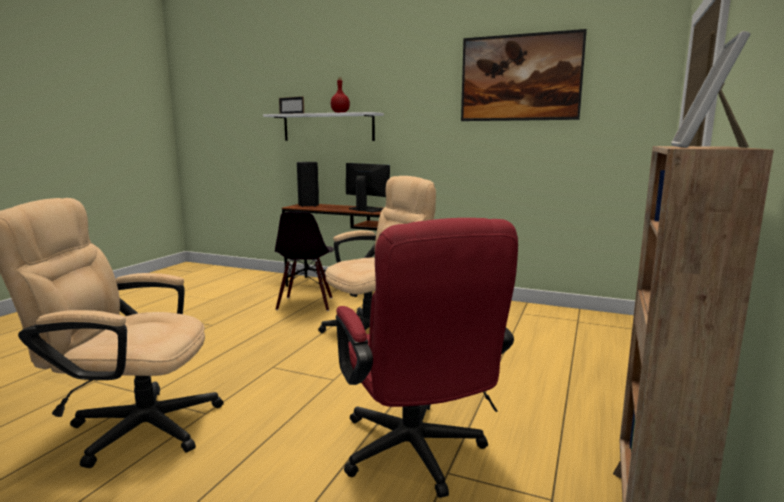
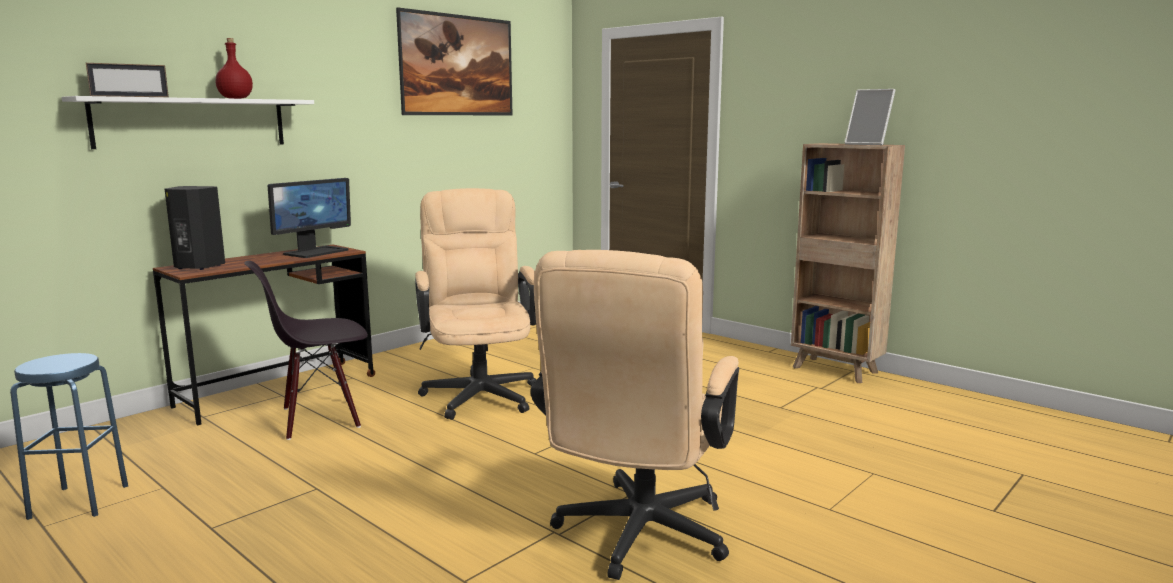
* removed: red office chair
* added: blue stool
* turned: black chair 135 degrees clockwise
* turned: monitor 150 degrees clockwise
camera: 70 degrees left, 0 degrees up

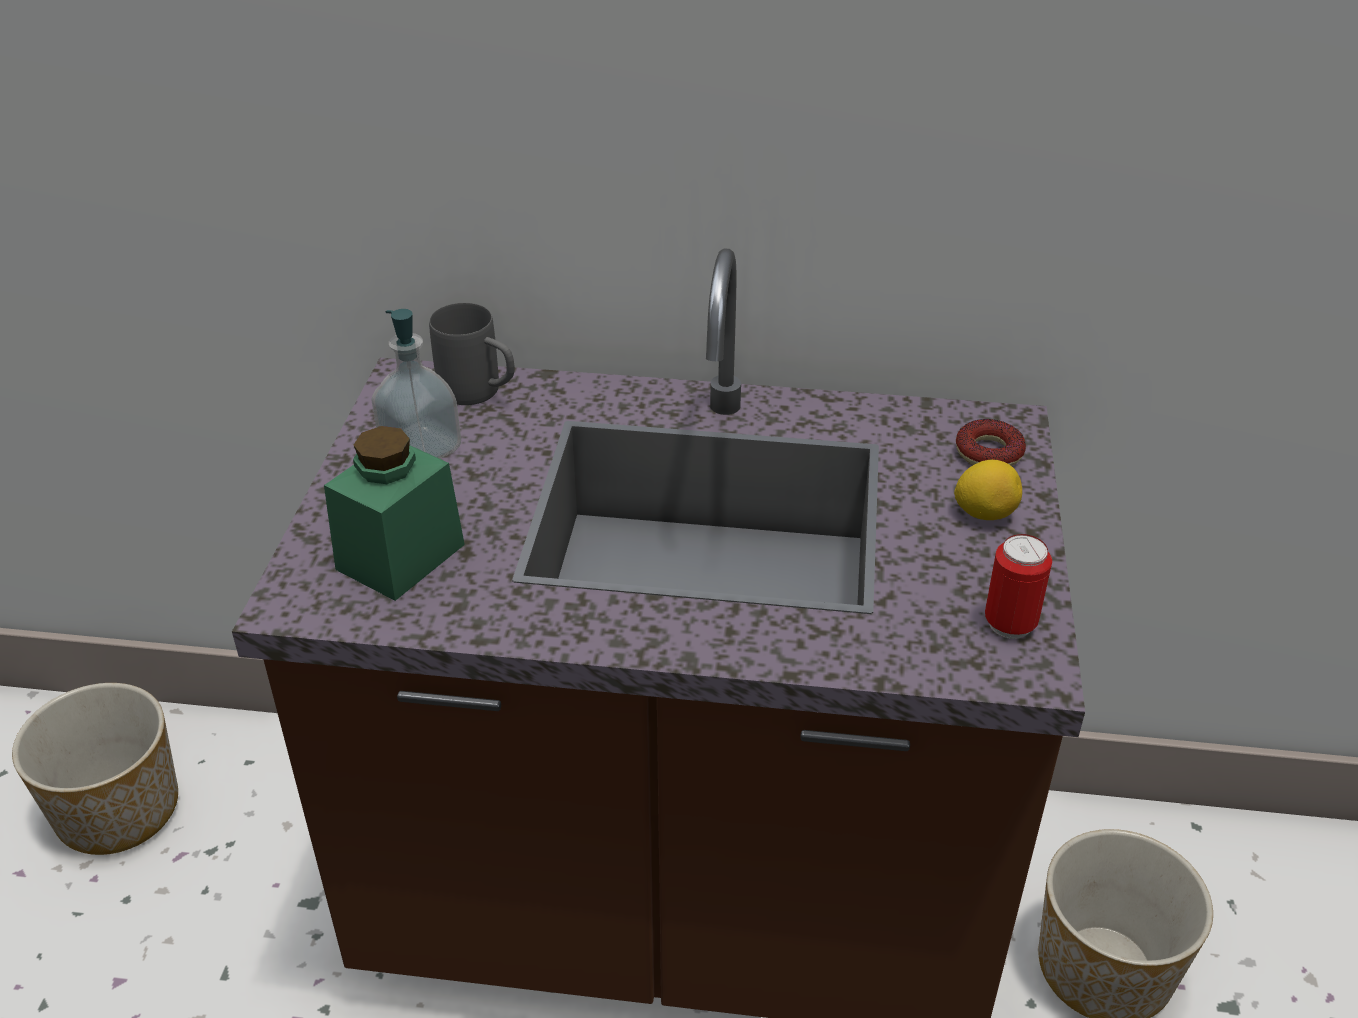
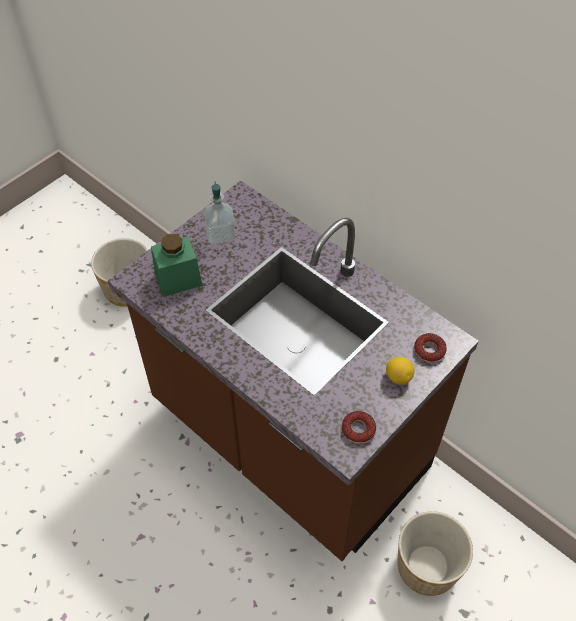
* removed: grey mug
* replaced: can to donut (1st from left)
camera: 35 degrees right, 15 degrees up

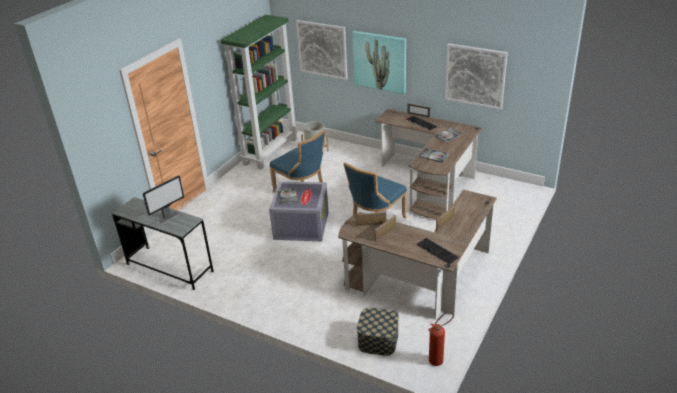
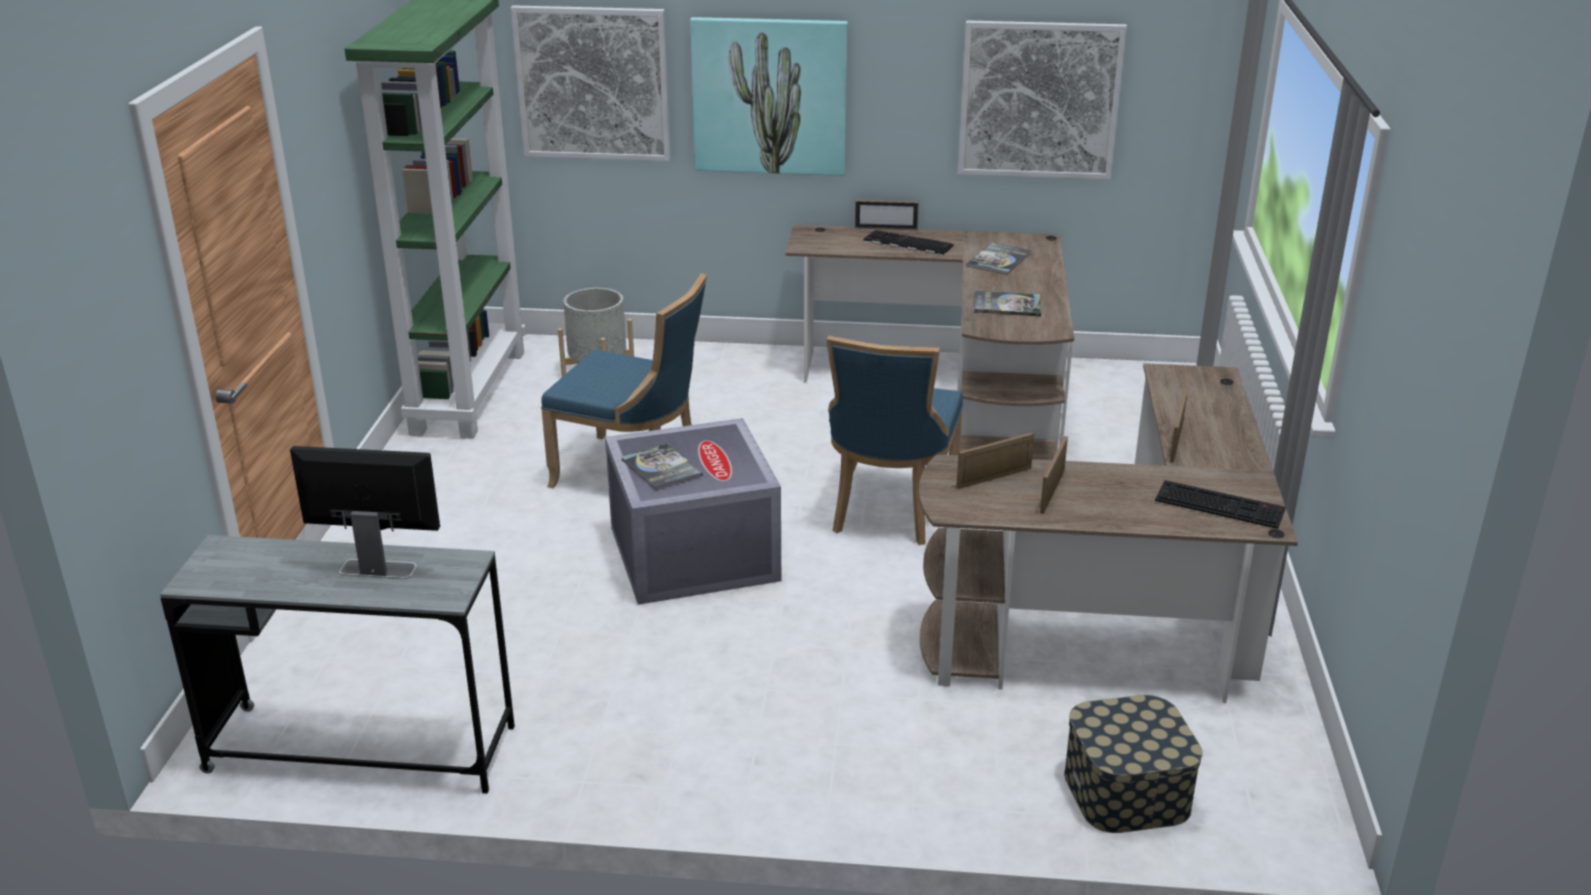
* removed: fire extinguisher
* turned: monitor 105 degrees counterclockwise
camera: 25 degrees left, 5 degrees down

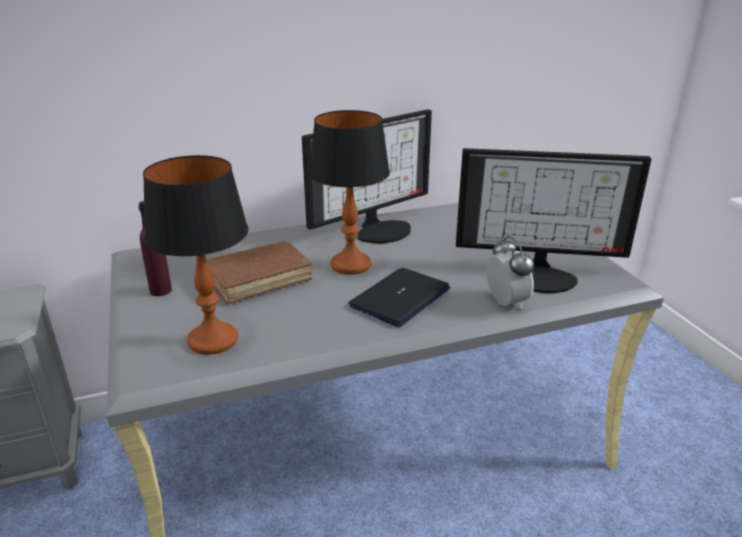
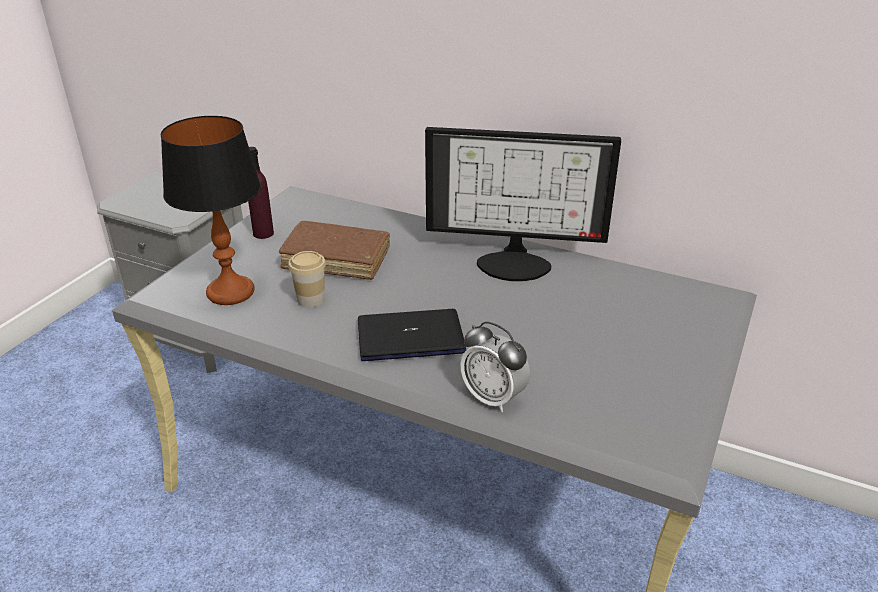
* removed: table lamp (2nd from left)
* removed: monitor (2nd from left)
* added: cup
* turned: alarm clock 105 degrees clockwise
camera: 45 degrees right, 5 degrees up

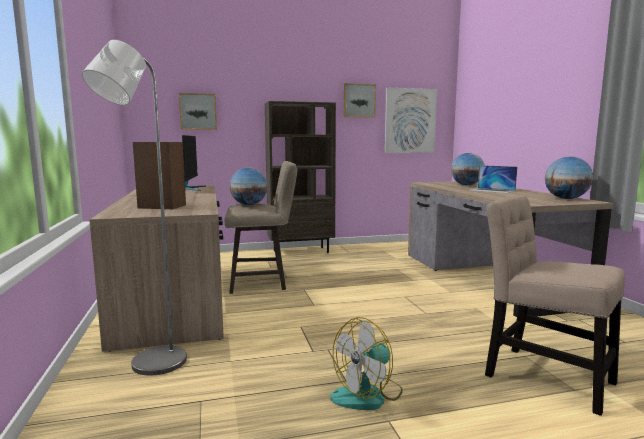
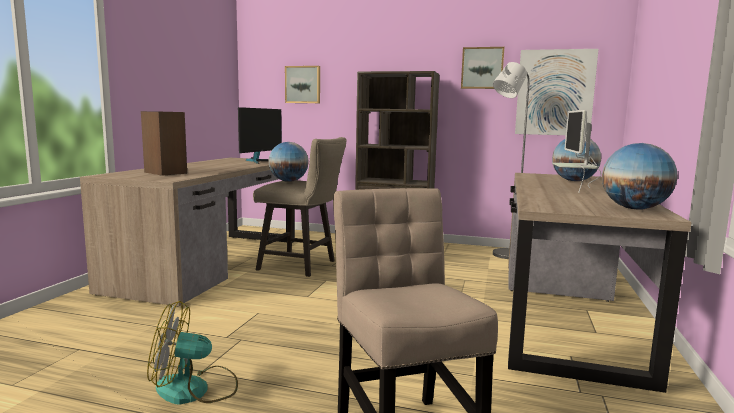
* moved: grey floor lamp
* replaced: laptop to monitor (2nd from left)
camera: 30 degrees right, 0 degrees up

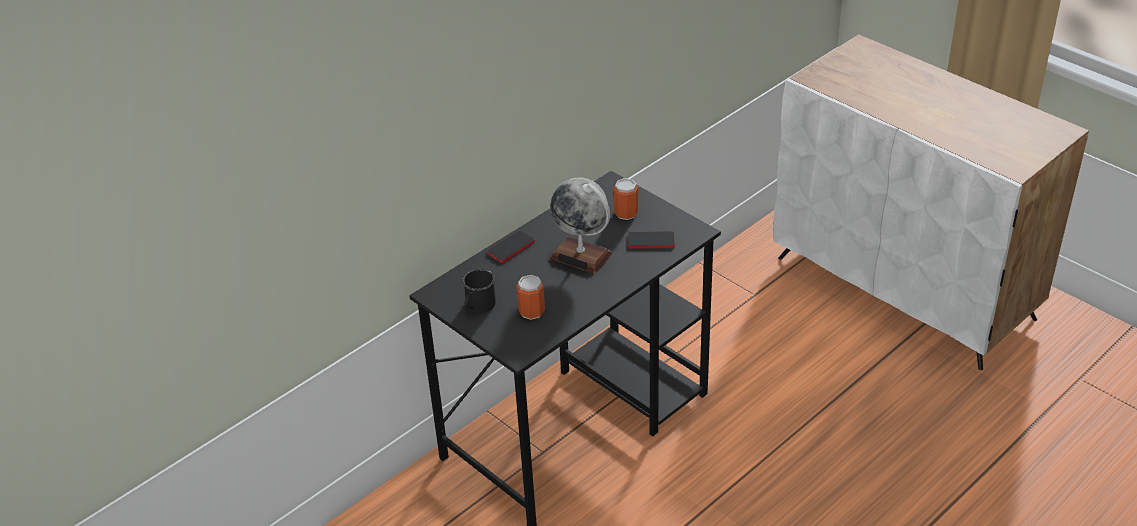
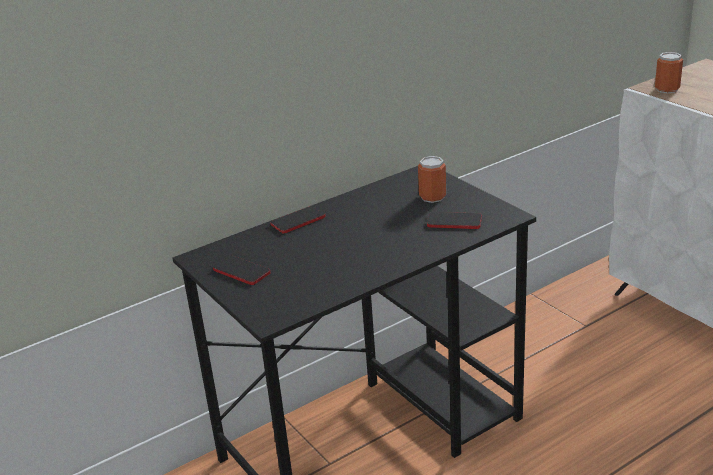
* removed: globe
* moved: can (1st from left in the first image) to can (2nd from left)
* replaced: black mug to phone (1st from left)
camera: 10 degrees right, 10 degrees down

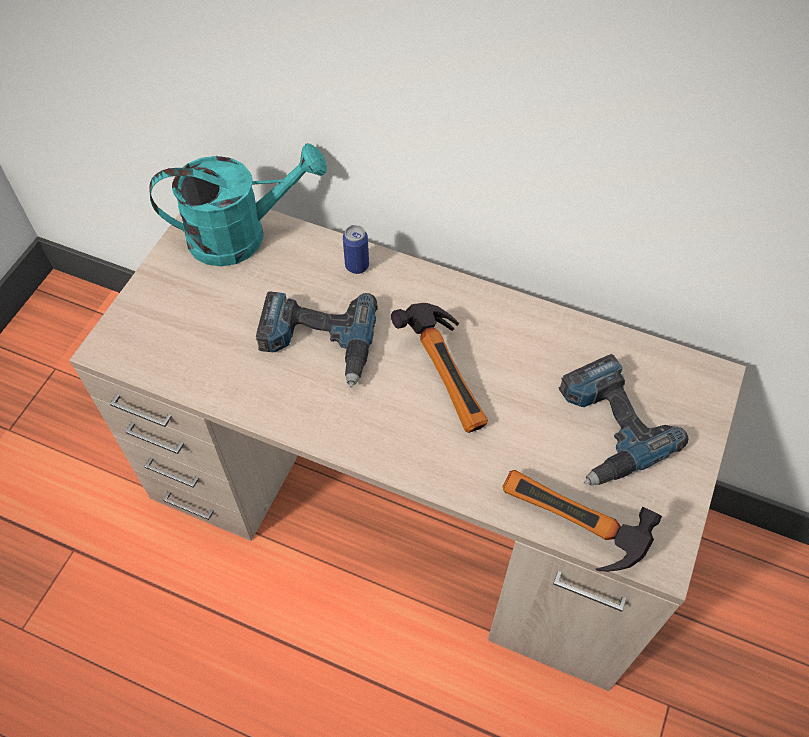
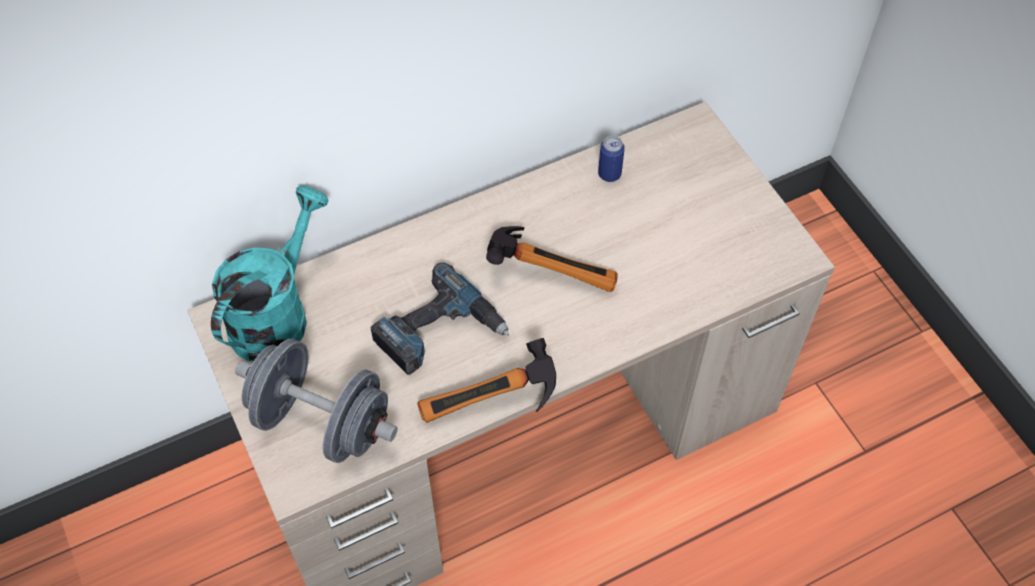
* removed: power drill (2nd from left)
* added: grey dumbbell
* moved: can
* moved: hammer (2nd from left in the first image) to hammer (1st from left)
camera: 50 degrees left, 0 degrees up

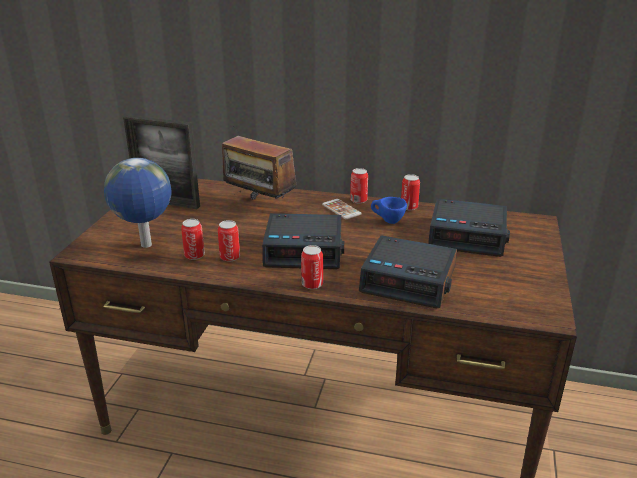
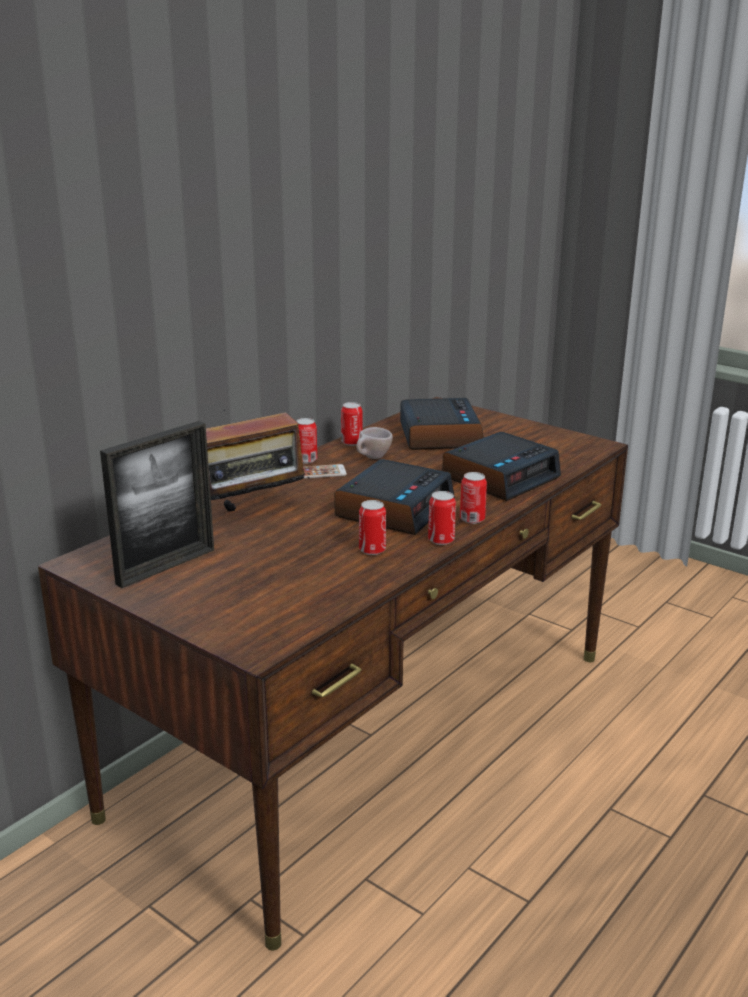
* removed: globe
* moved: can (1st from left in the first image) to can (4th from left)
* recoloured: blue cup to beige cup
* turned: alarm clock (3rd from left in the first image) 45 degrees counterclockwise
camera: 65 degrees left, 5 degrees down

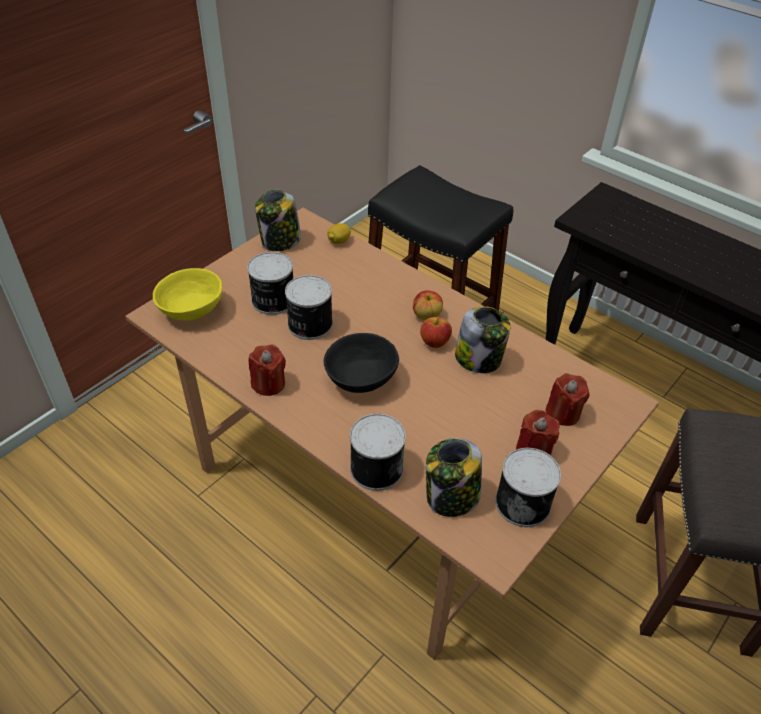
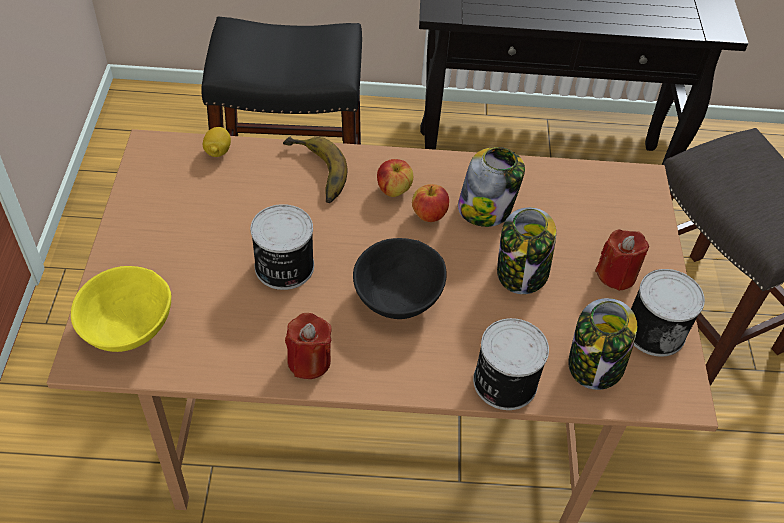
* removed: can (1st from left)
* removed: red candle (3rd from left)
* added: banana
* moved: jar (1st from left in the first image) to jar (2nd from left)
camera: 40 degrees left, 5 degrees up

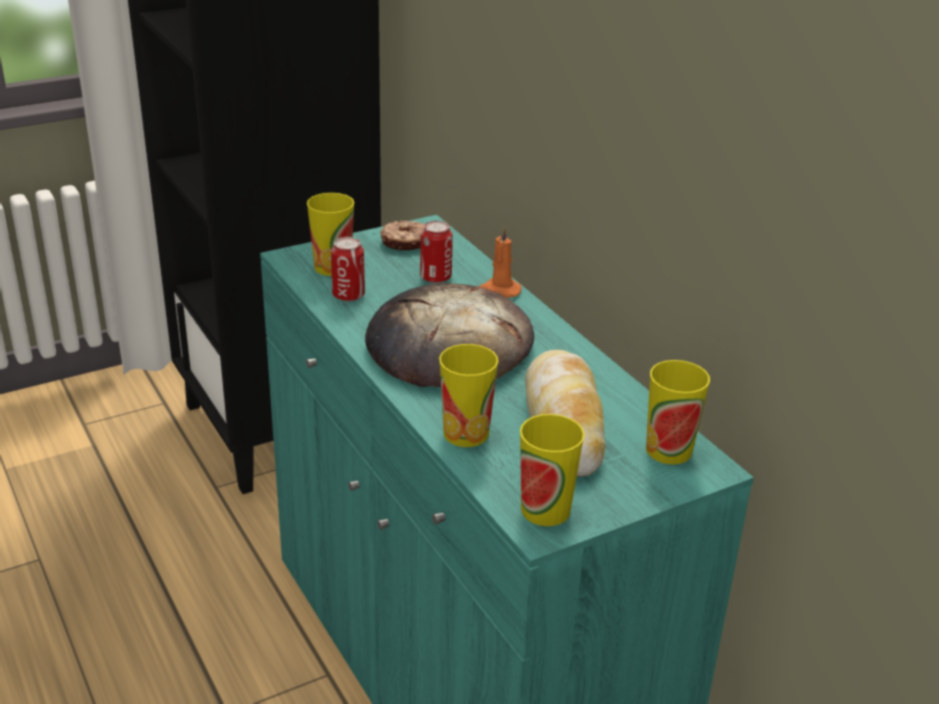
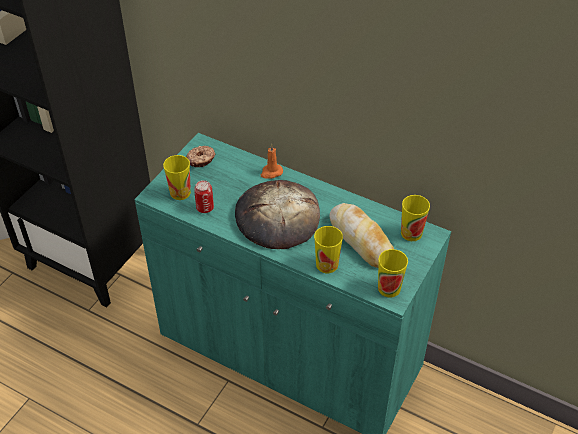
* removed: can (2nd from left)
camera: 30 degrees left, 15 degrees up

